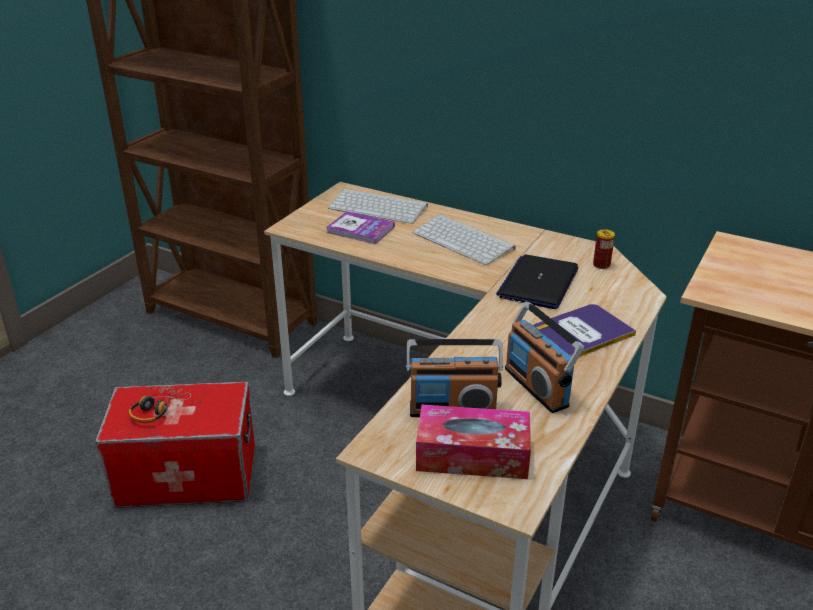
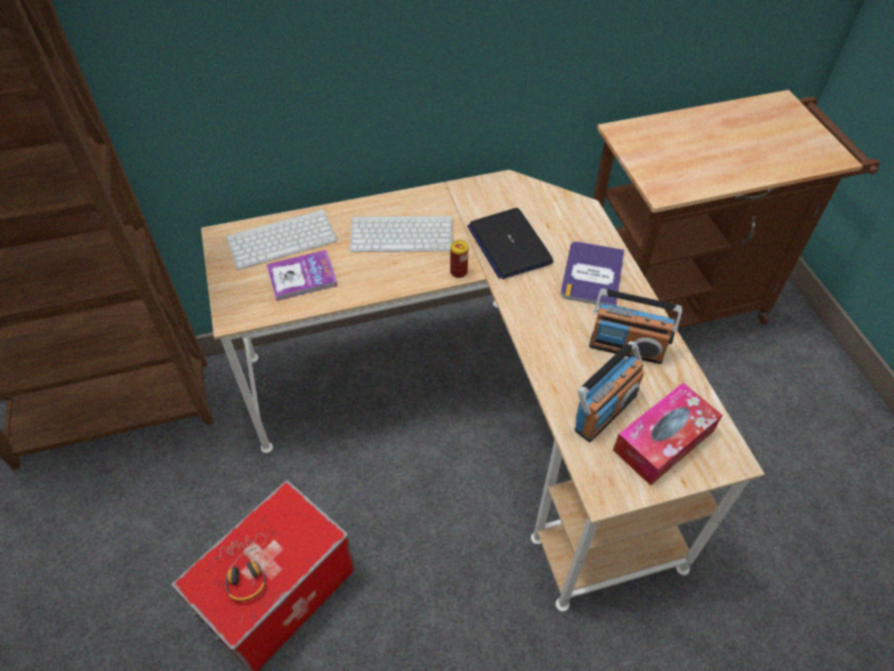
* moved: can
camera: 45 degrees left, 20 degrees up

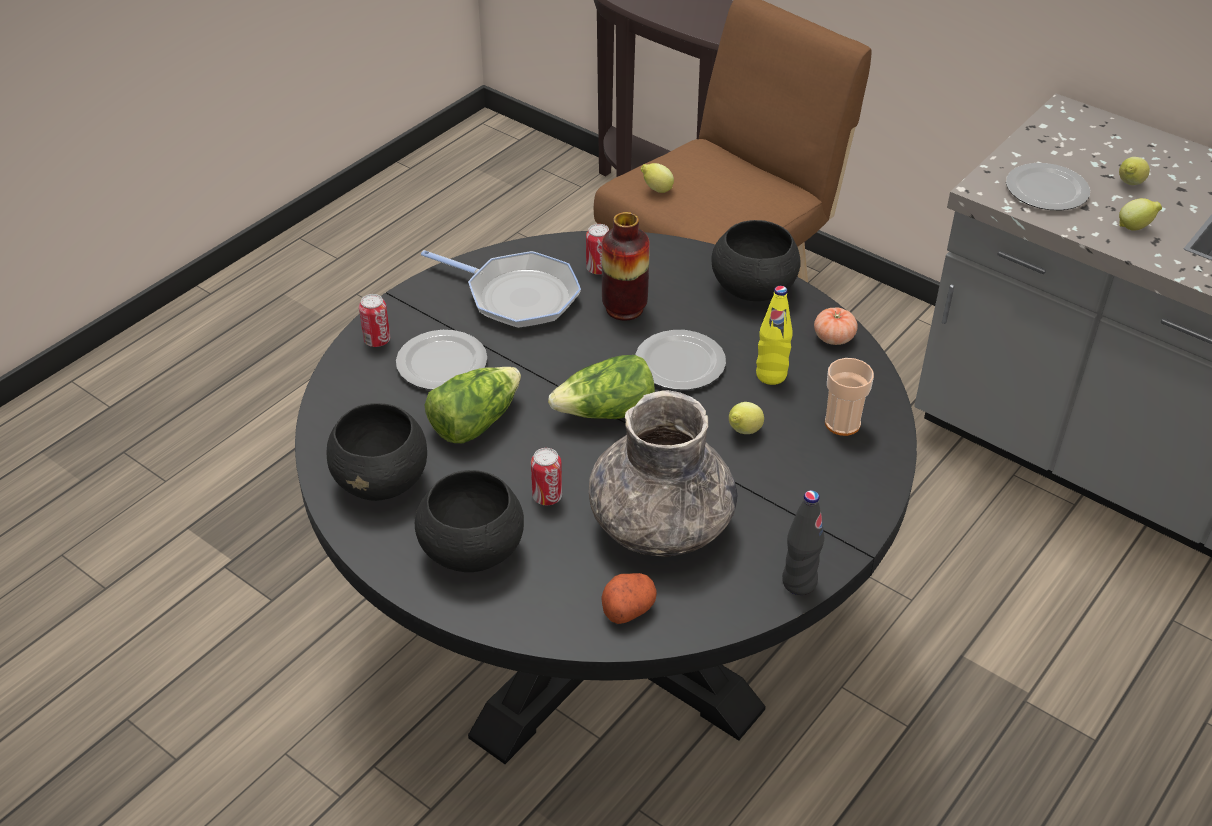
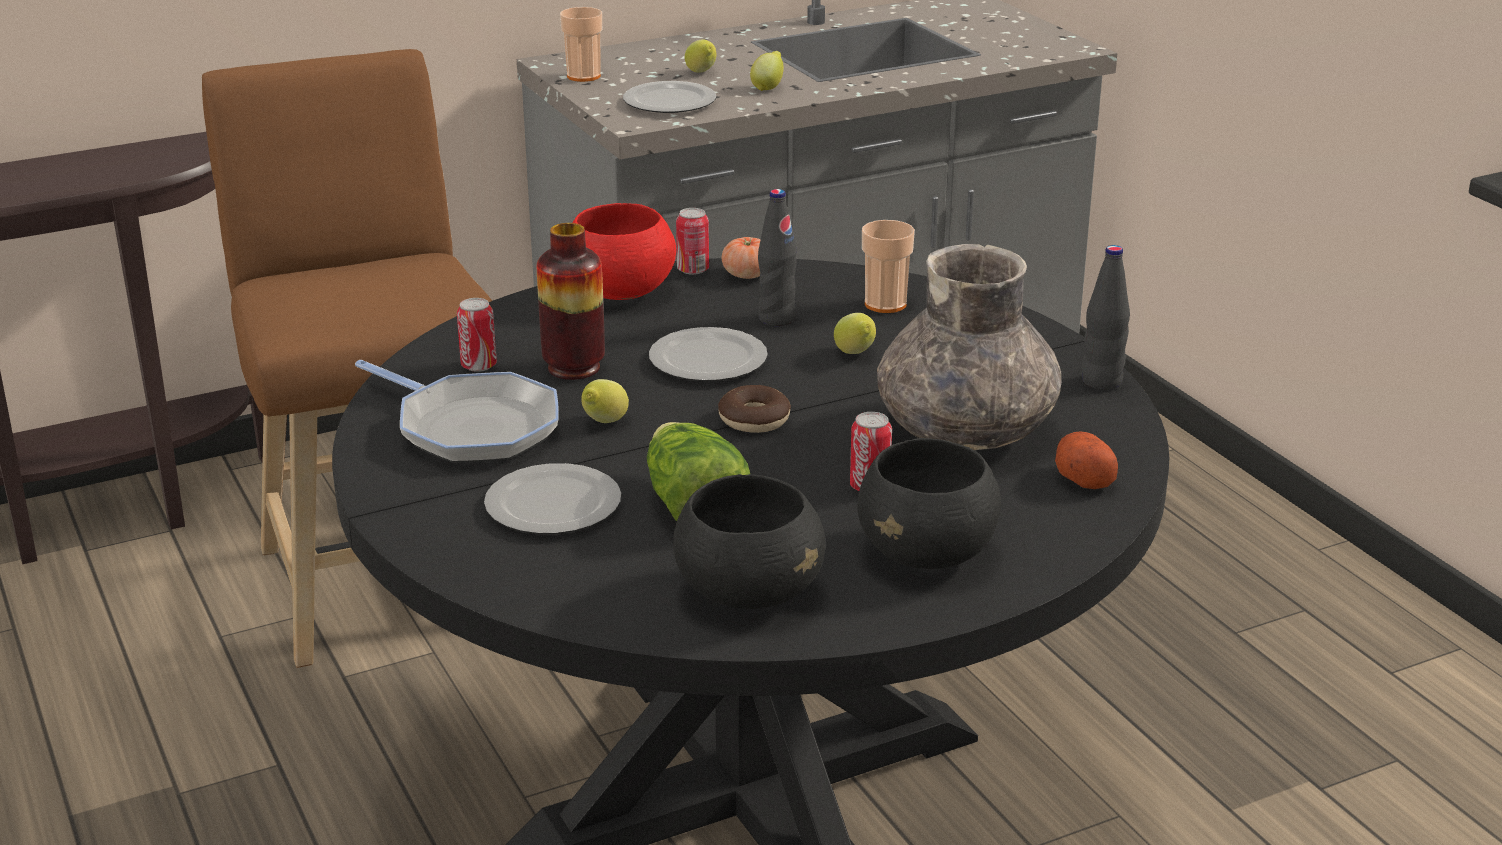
* added: cup (1st from left)
* moved: can (1st from left in the first image) to can (2nd from left)
* moved: lemon (1st from left)
* replaced: lettuce (2nd from left) to donut
* recoloured: black bowl (3rd from left) to red bowl
* recoloured: yellow bottle to black bottle (1st from left)
* turned: frying pan 75 degrees clockwise
camera: 65 degrees left, 15 degrees down

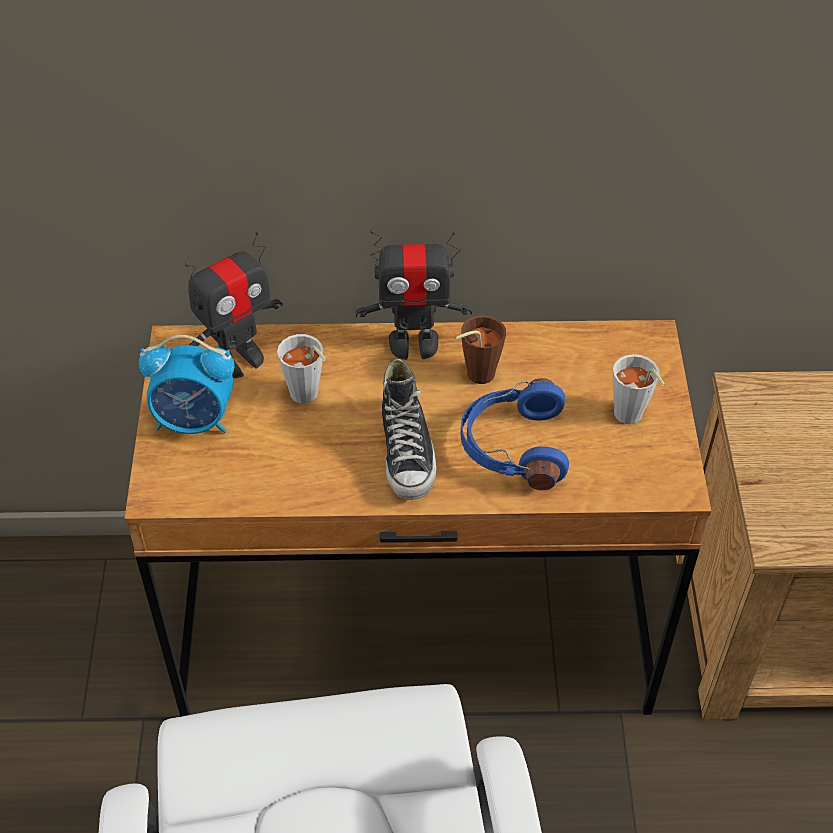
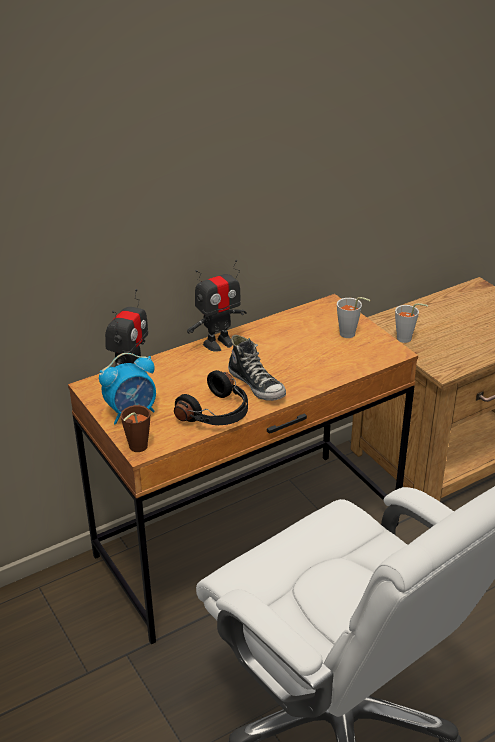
* removed: blue headphones
* added: black headphones
* moved: grey cup (1st from left in the first image) to grey cup (2nd from left)
* moved: brown cup
camera: 30 degrees left, 15 degrees down

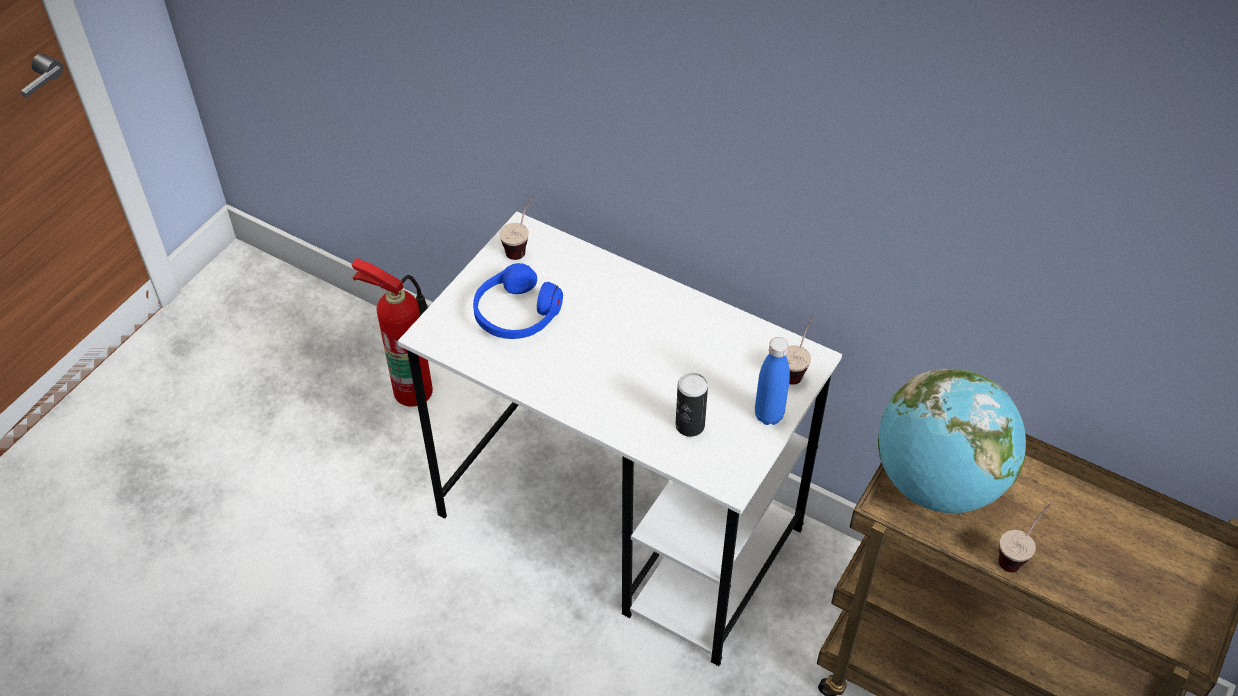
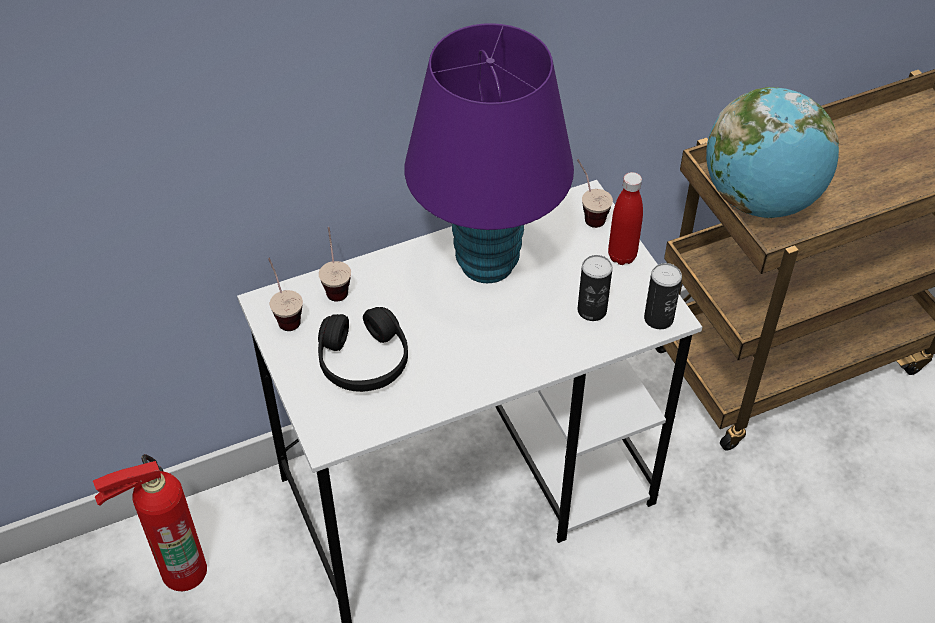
* added: purple table lamp
* added: can (2nd from left)
* moved: cup (3rd from left in the first image) to cup (2nd from left)
* recoloured: blue headphones to black headphones
* recoloured: blue bottle to red bottle
camera: 55 degrees left, 0 degrees up

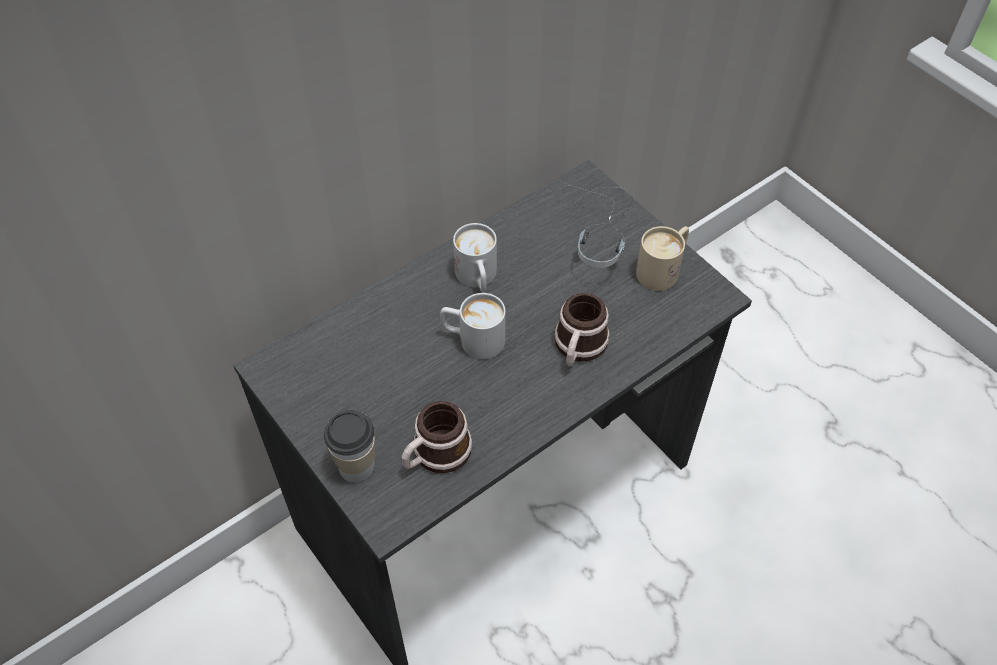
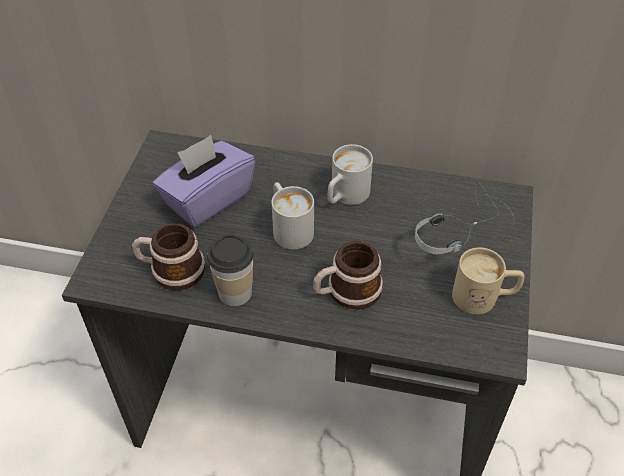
* added: purple tissue box
* moved: cup
camera: 50 degrees right, 5 degrees down

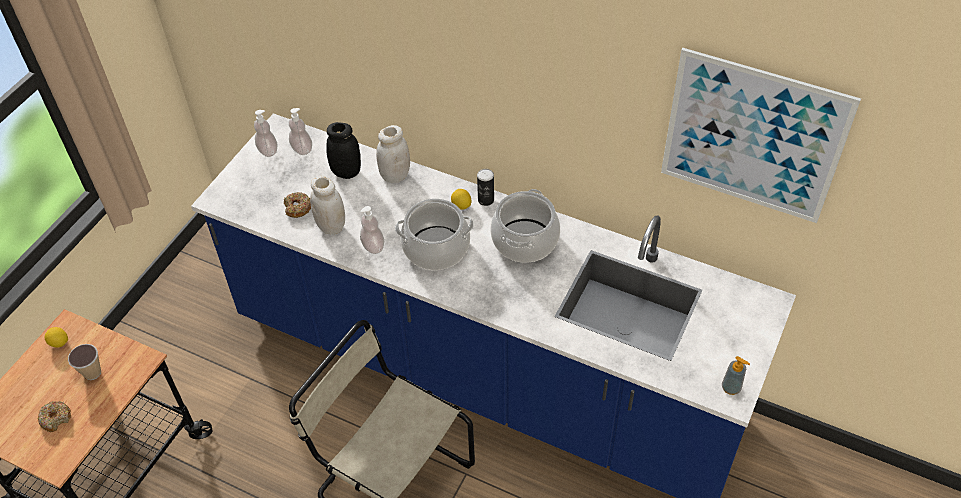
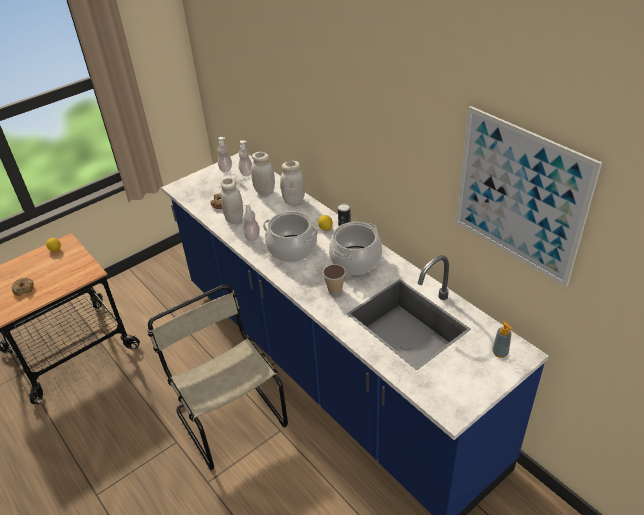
* moved: cup
* moved: soap dispenser (4th from left)
* recoloured: black jar to white jar (2nd from left)
camera: 25 degrees right, 10 degrees down

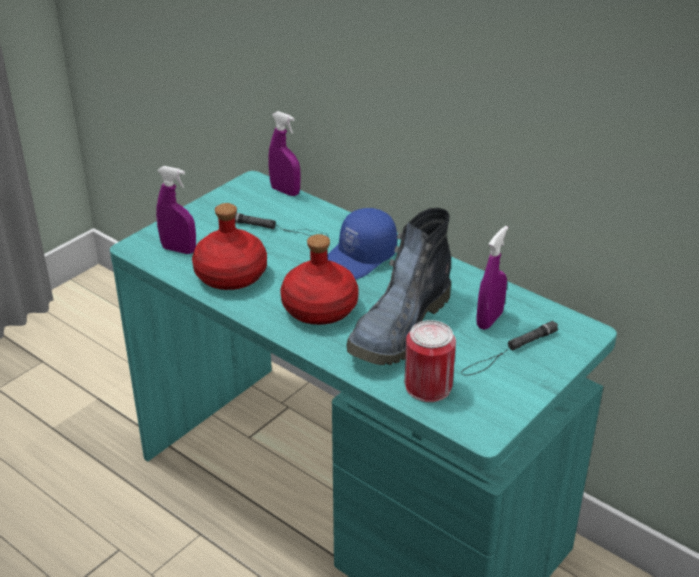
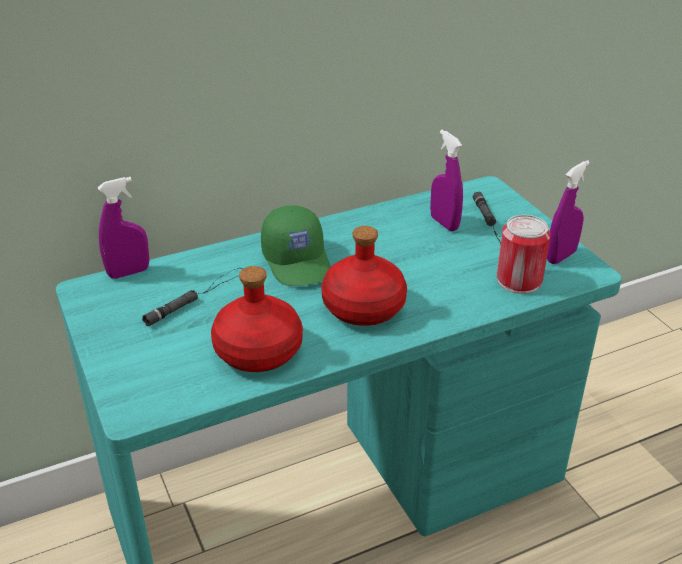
* removed: boot
* moved: purple spray bottle (1st from left in the first image) to purple spray bottle (3rd from left)
* recoloured: blue cap to green cap
camera: 65 degrees left, 0 degrees up

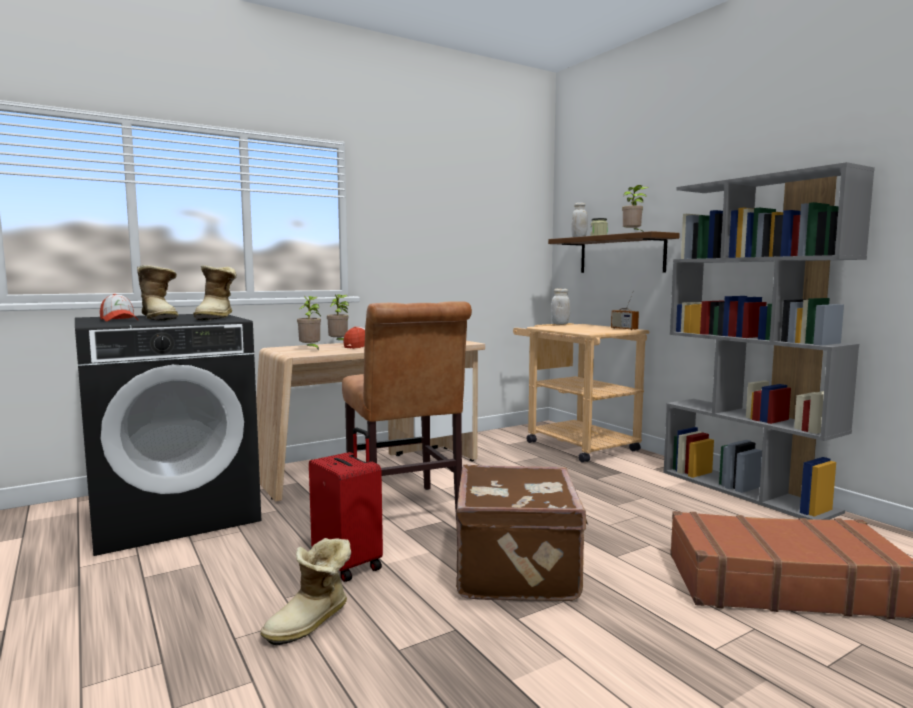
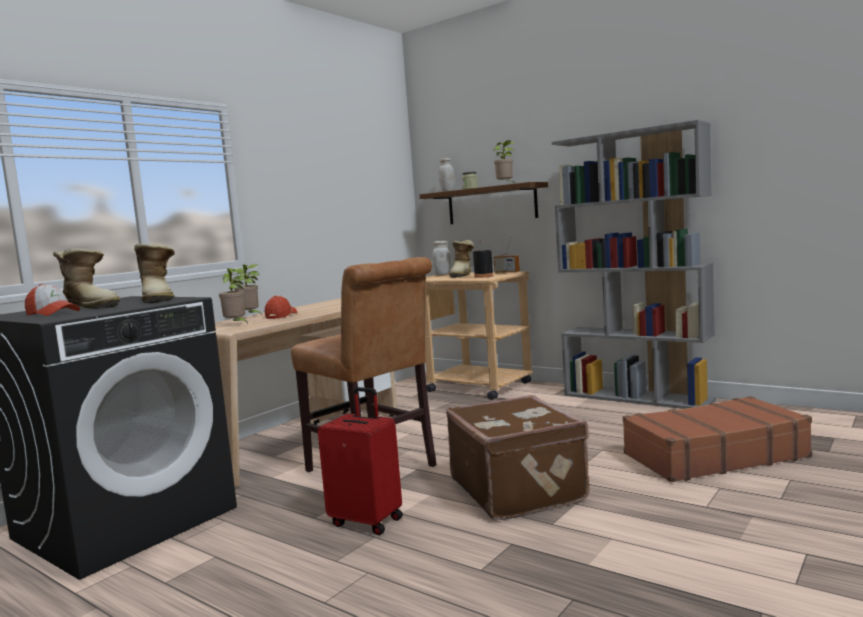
* added: black bottle
* moved: boot (3rd from left)
camera: 20 degrees left, 0 degrees up

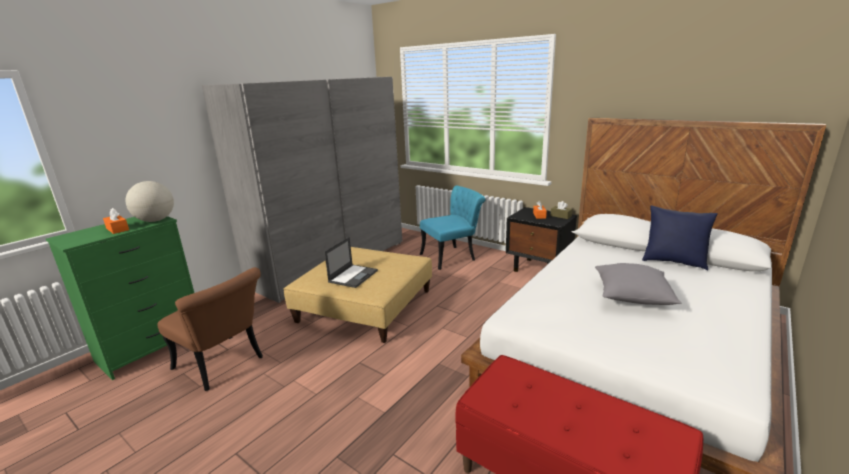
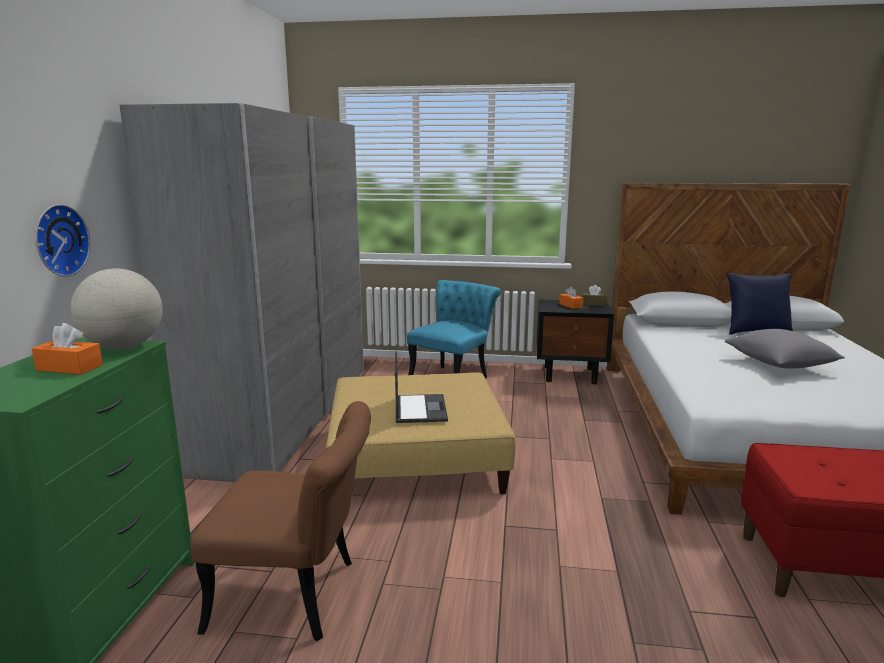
* added: wall clock
camera: 30 degrees left, 5 degrees down

